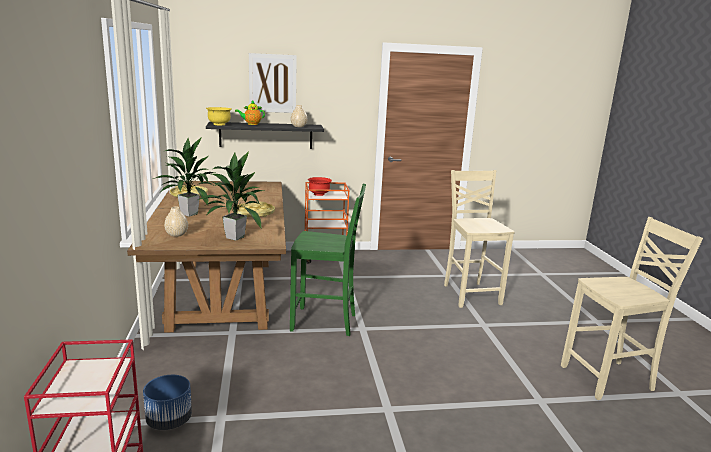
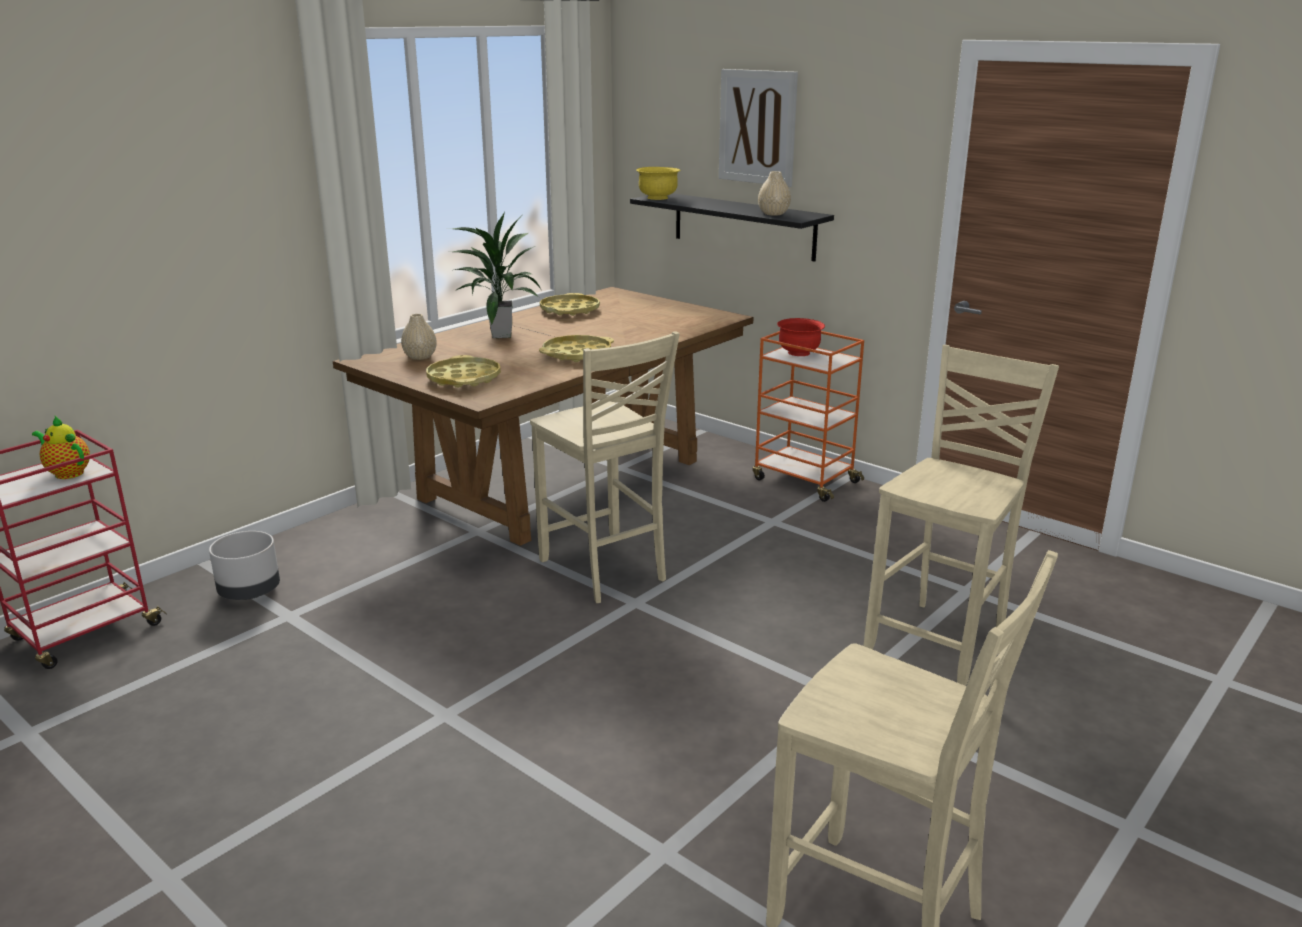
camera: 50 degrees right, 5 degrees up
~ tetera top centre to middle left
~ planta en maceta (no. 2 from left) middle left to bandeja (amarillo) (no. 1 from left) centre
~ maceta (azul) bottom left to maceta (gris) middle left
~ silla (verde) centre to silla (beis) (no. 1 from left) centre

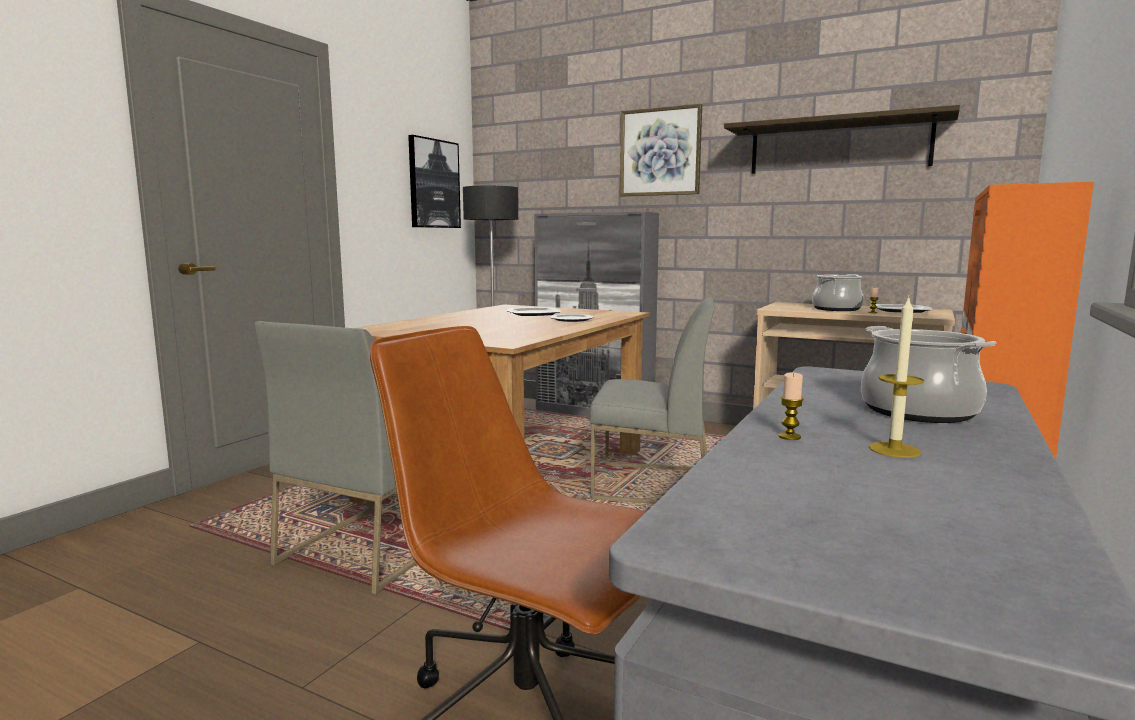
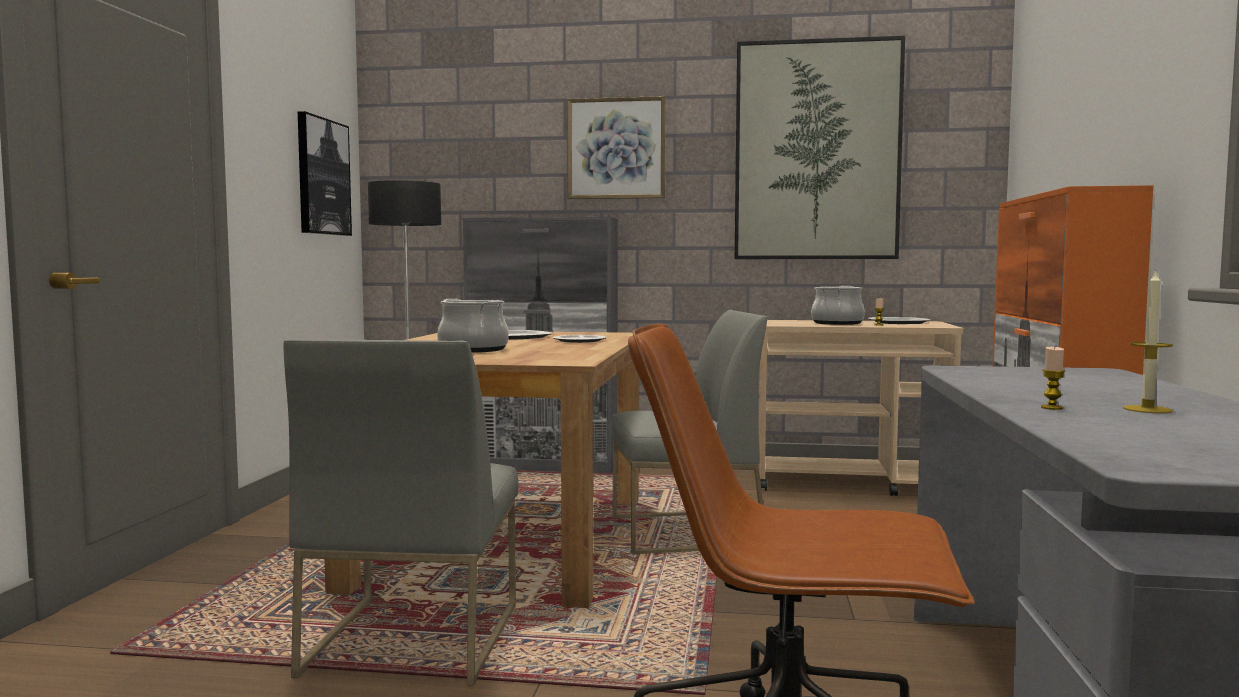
camera: 20 degrees left, 5 degrees down
~ olla (no. 2 from left in the first image) middle right to olla (no. 1 from left) centre
~ estante top right to cuadro (no. 3 from left) top centre

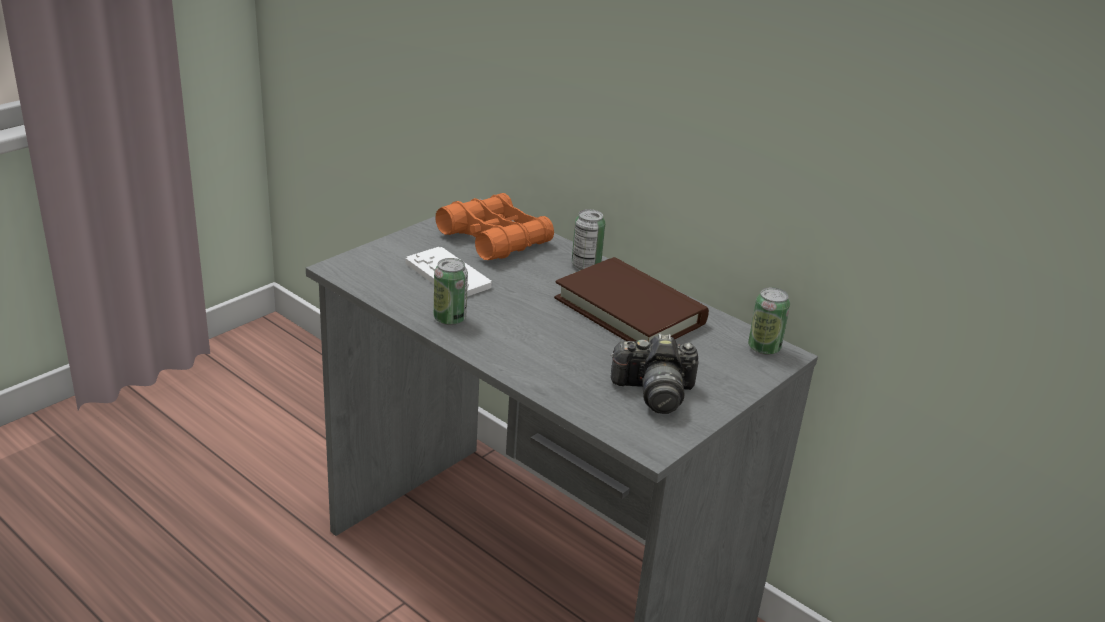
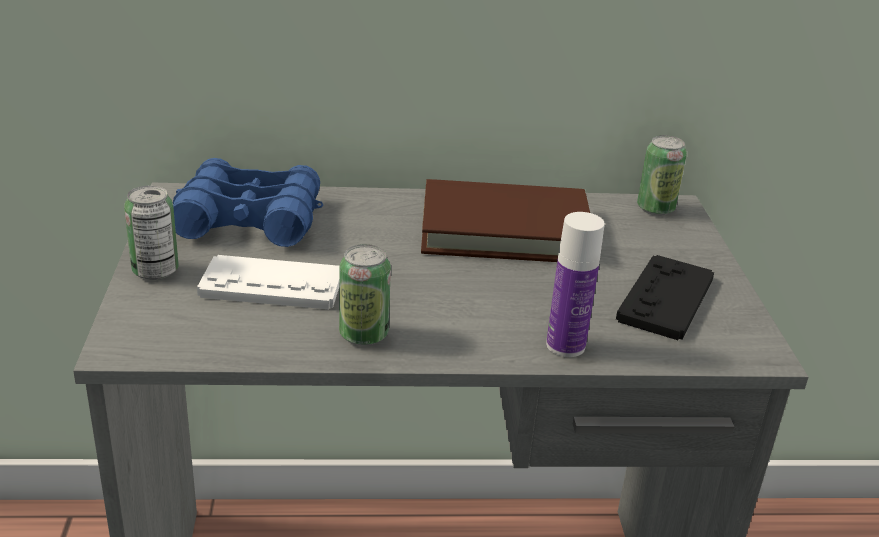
camera: 45 degrees left, 0 degrees up
+ botella centre
~ lata (no. 2 from left in the first image) centre to lata (no. 1 from left) middle left
~ cámara centre to mando de consola (negro) middle right
~ prismáticos (naranja) centre to prismáticos (azul) middle left

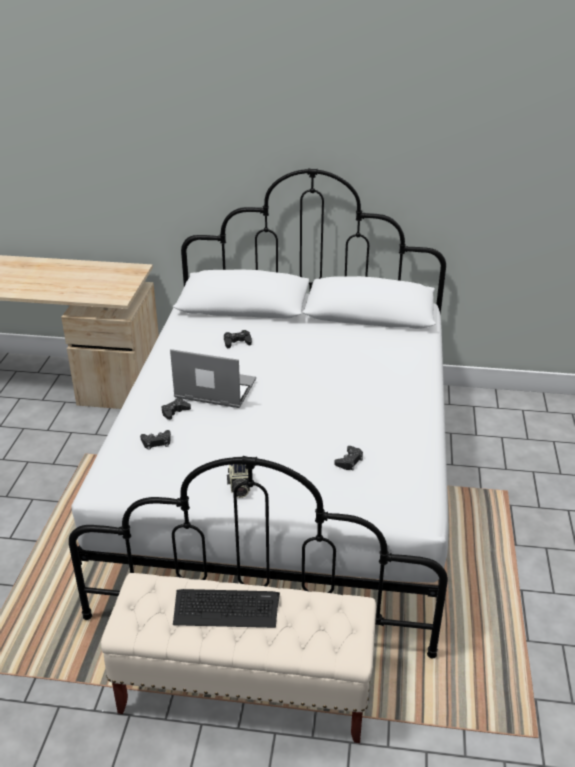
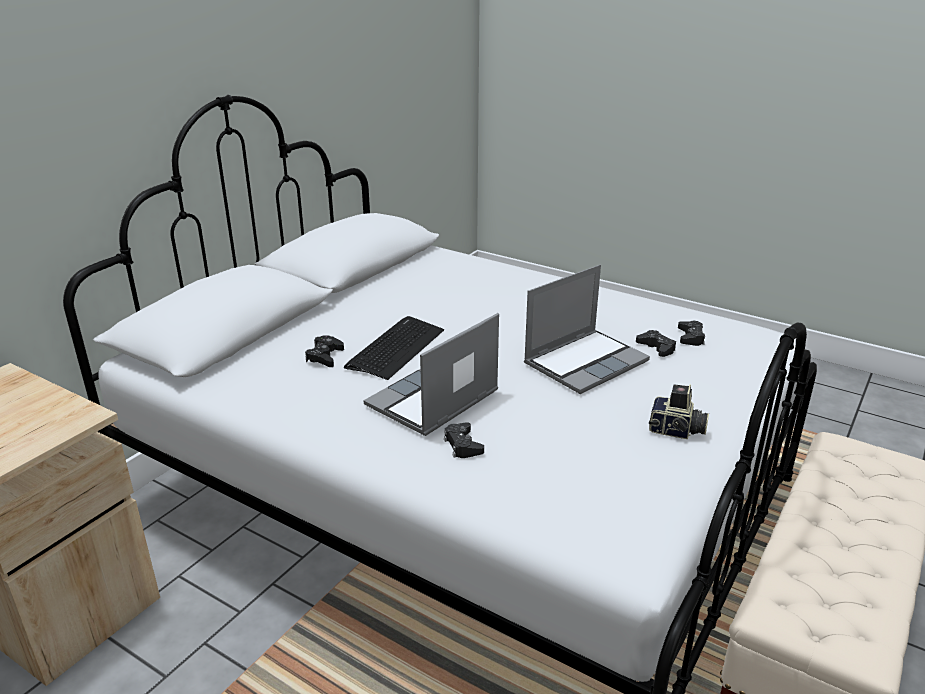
camera: 65 degrees left, 5 degrees down
+ portátil (no. 2 from left) centre
~ mando de consola (negro) (no. 1 from left in the first image) middle left to mando de consola (negro) (no. 4 from left) middle right
~ teclado bottom centre to centre

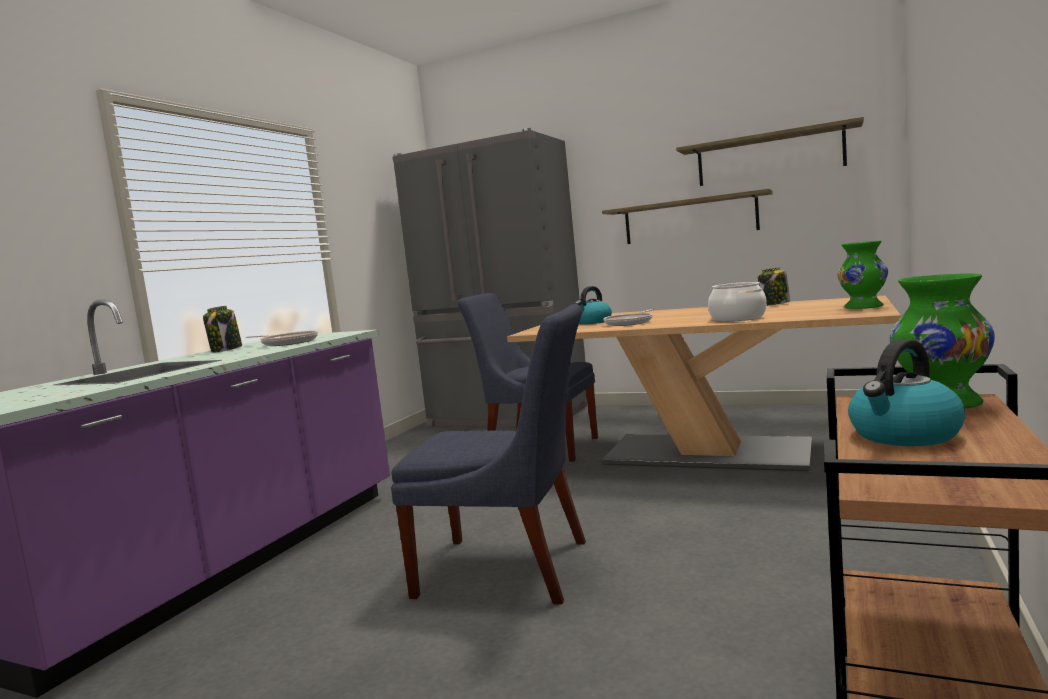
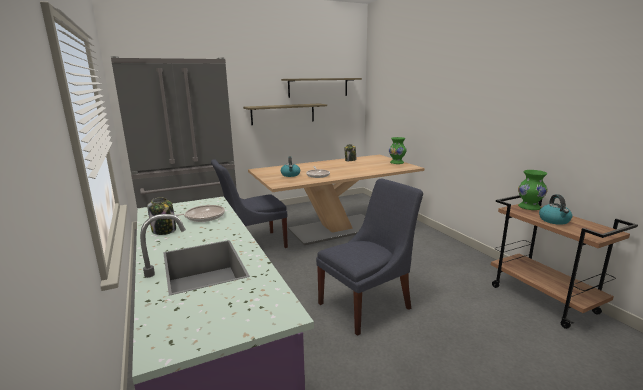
camera: 50 degrees left, 10 degrees up
- olla middle right

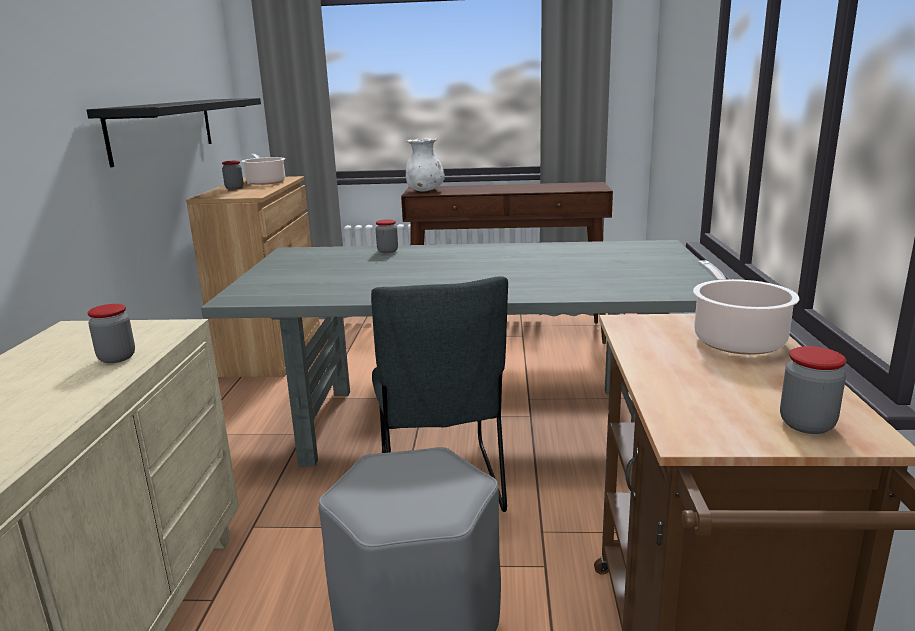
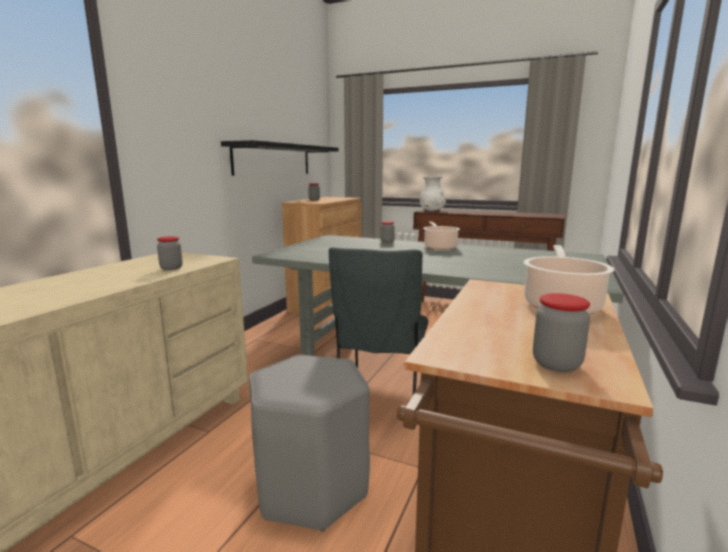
camera: 20 degrees right, 5 degrees down
~ olla (no. 1 from left) top left to centre

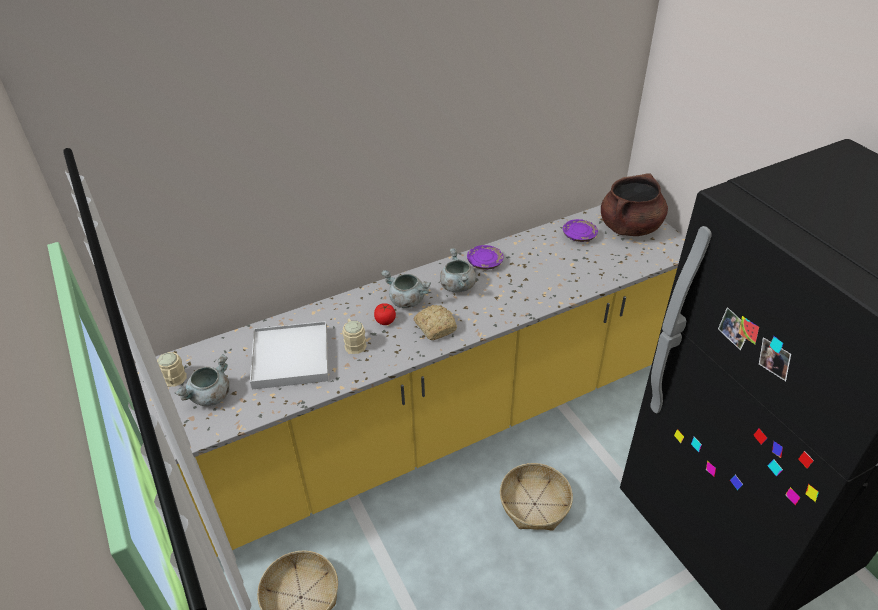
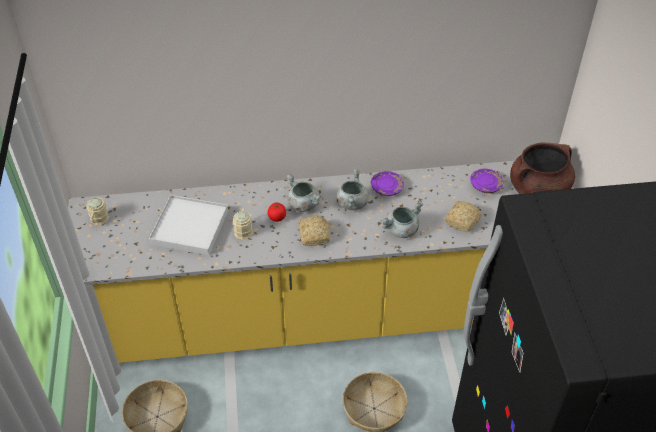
camera: 20 degrees right, 5 degrees up
+ pan (no. 2 from left) middle right
~ olla (gris) (no. 1 from left in the first image) middle left to olla (gris) (no. 3 from left) centre

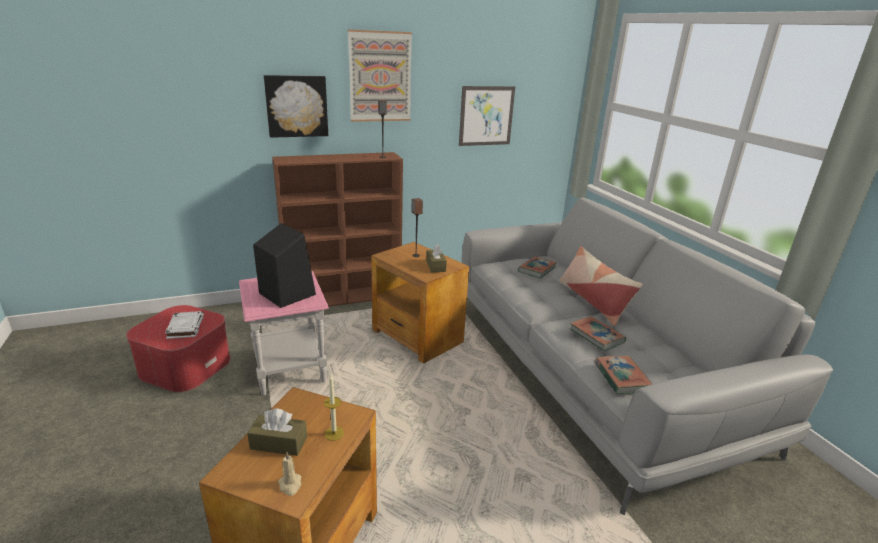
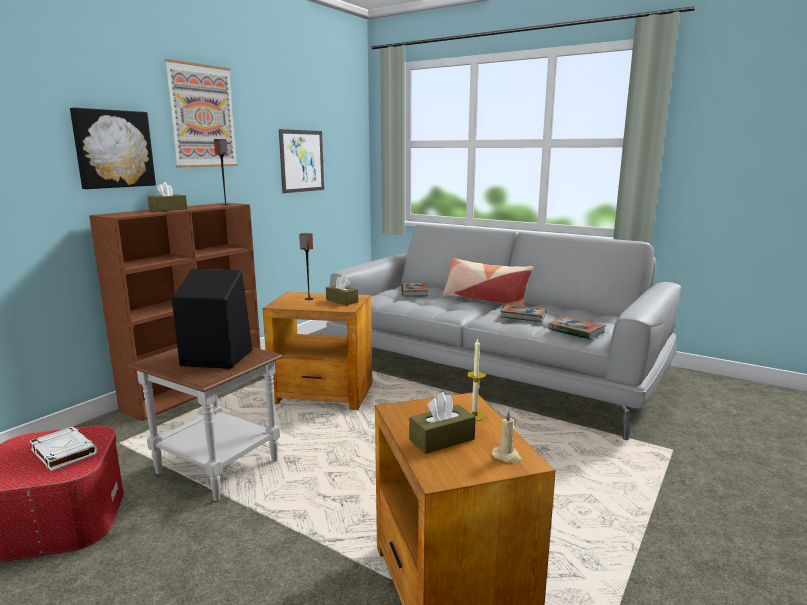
camera: 35 degrees left, 10 degrees down
+ caja de pañuelos (marrón) (no. 1 from left) top left
~ mesa auxiliar (rosa) middle left to mesa auxiliar (marrón) (no. 1 from left) bottom left

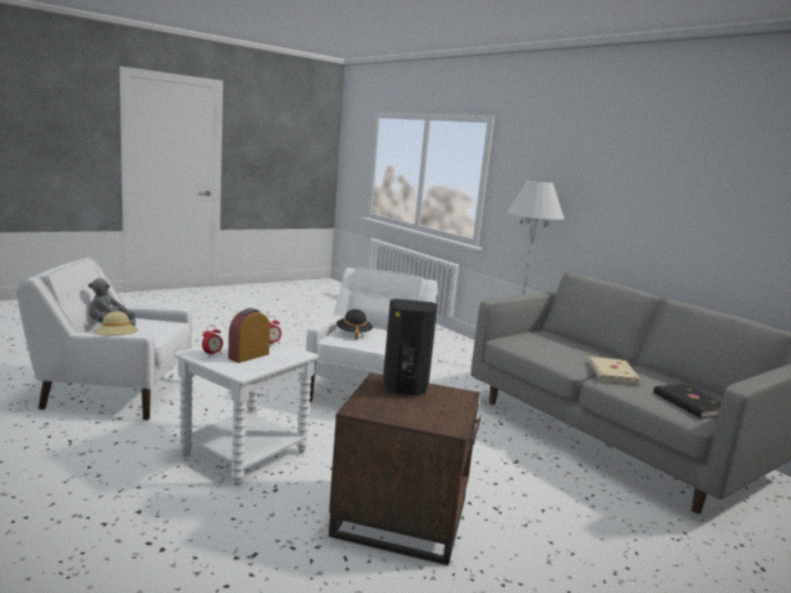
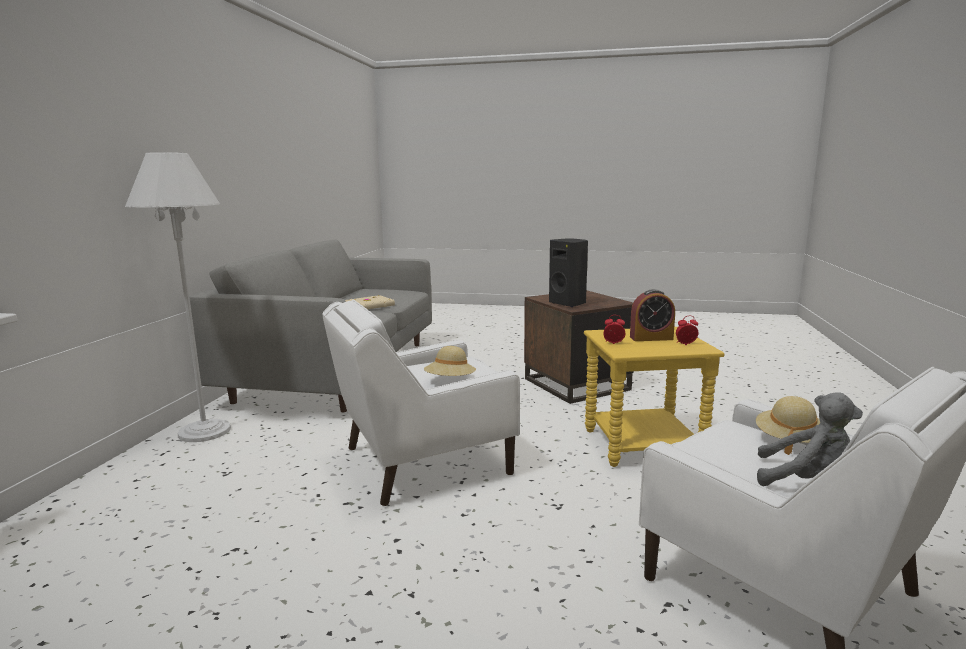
camera: 130 degrees left, 0 degrees up
- libro (negro) bottom right
~ mesa auxiliar (blanco) bottom left to mesa auxiliar (amarillo) middle right
~ sombrero (negro) centre to sombrero (beis) (no. 1 from left) centre

